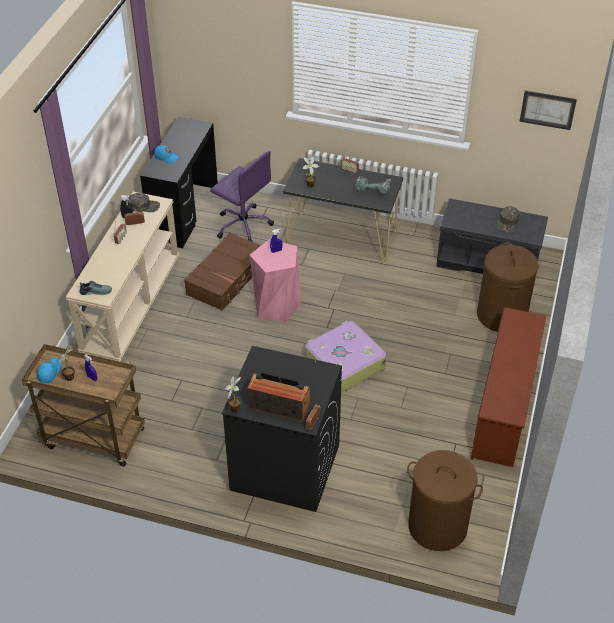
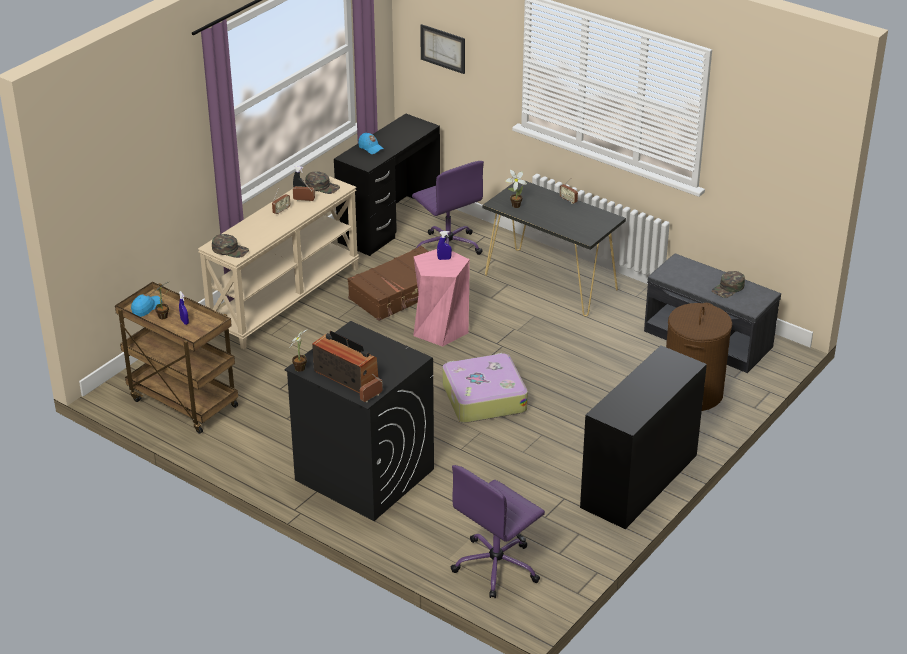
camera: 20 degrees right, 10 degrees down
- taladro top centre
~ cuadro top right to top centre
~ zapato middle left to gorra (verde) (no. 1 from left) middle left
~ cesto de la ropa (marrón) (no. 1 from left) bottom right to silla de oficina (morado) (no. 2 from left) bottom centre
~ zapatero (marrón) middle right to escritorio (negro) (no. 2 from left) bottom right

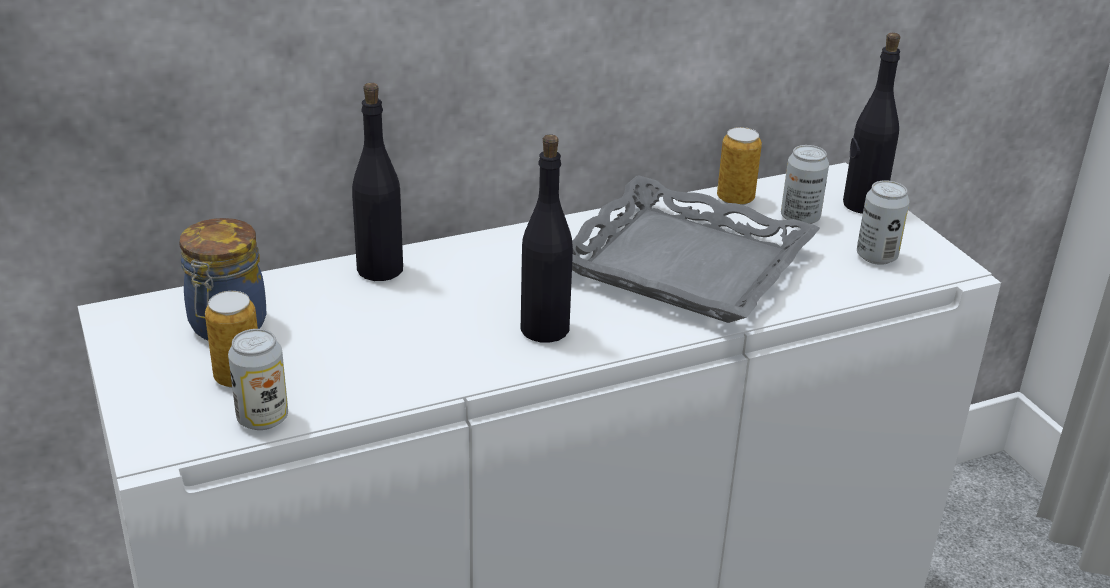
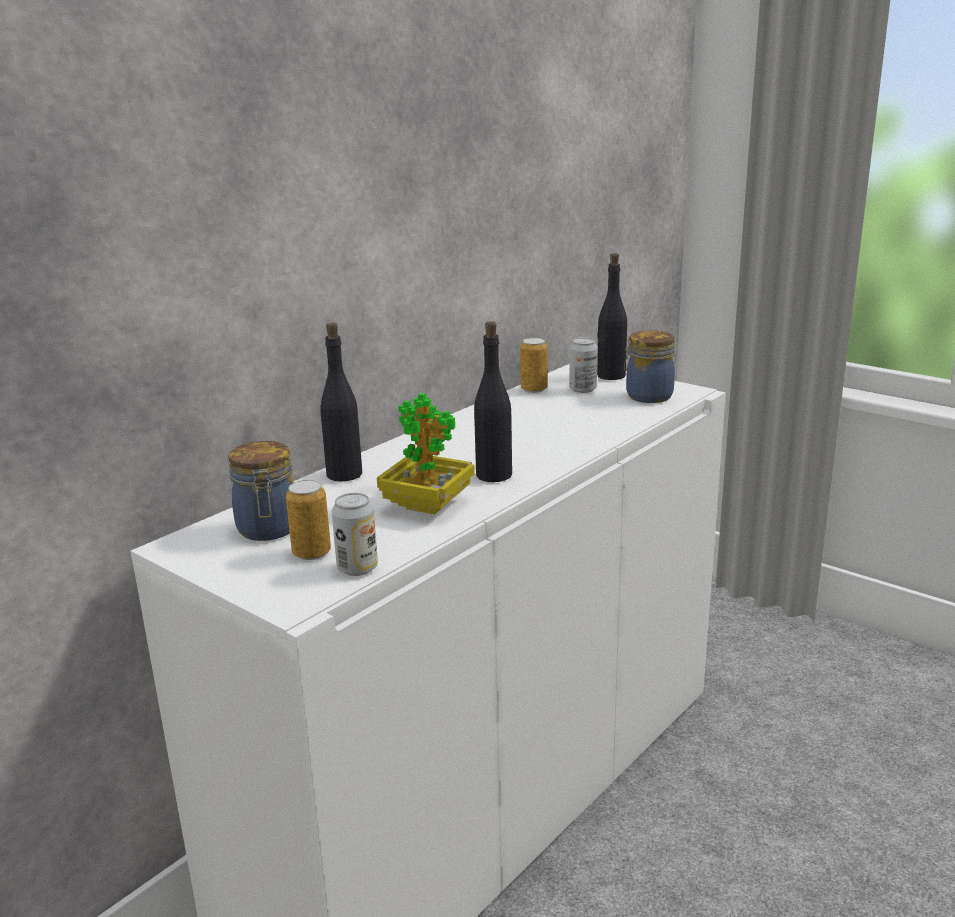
camera: 25 degrees left, 10 degrees down
- bandeja (gris) centre
+ planta en maceta centre
~ lata (no. 5 from left) middle right to tarro (no. 2 from left) middle right

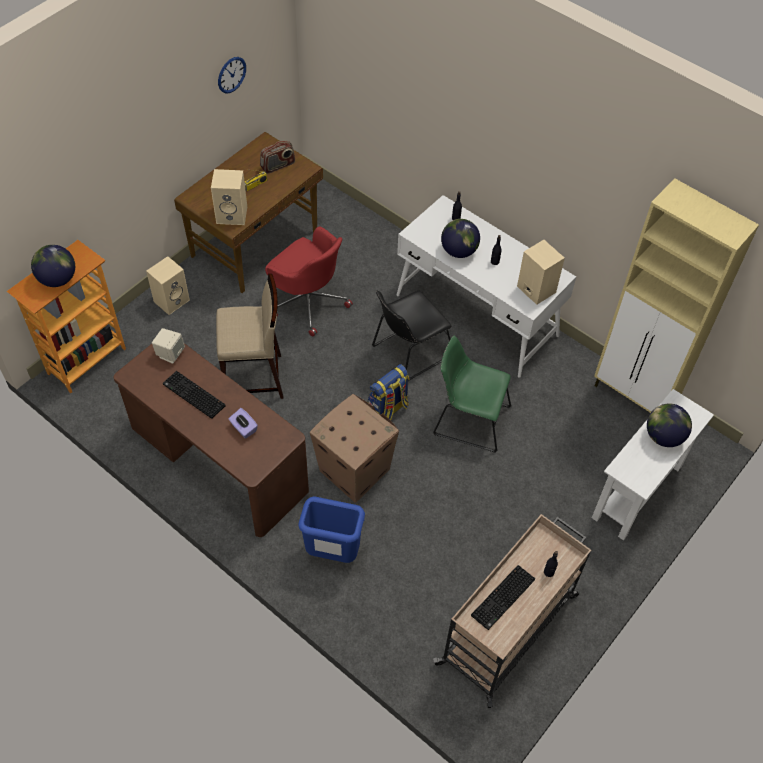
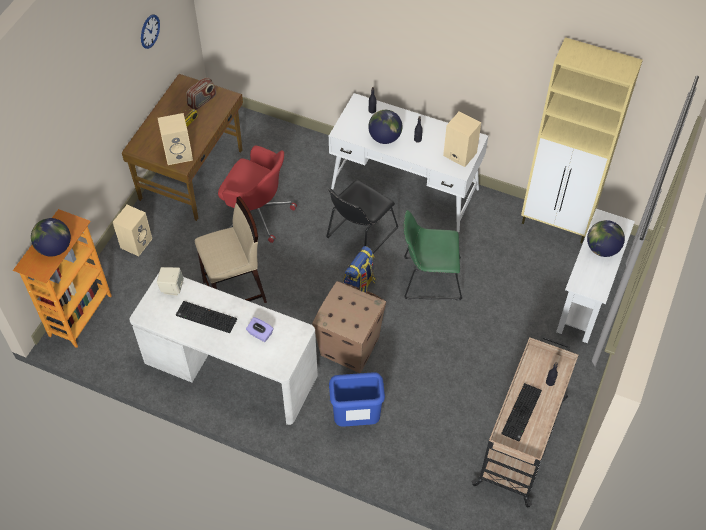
camera: 15 degrees left, 0 degrees up
~ escritorio (marrón) (no. 1 from left) middle left to escritorio (blanco) (no. 1 from left) middle left

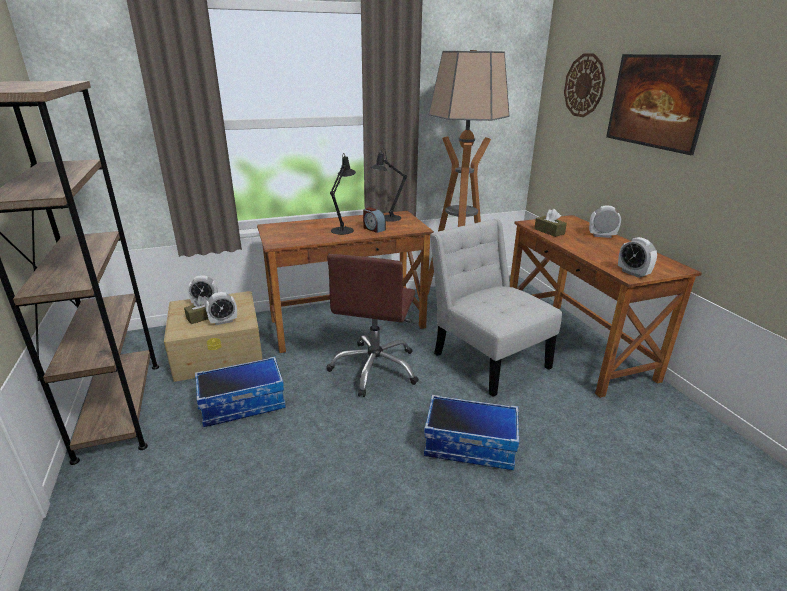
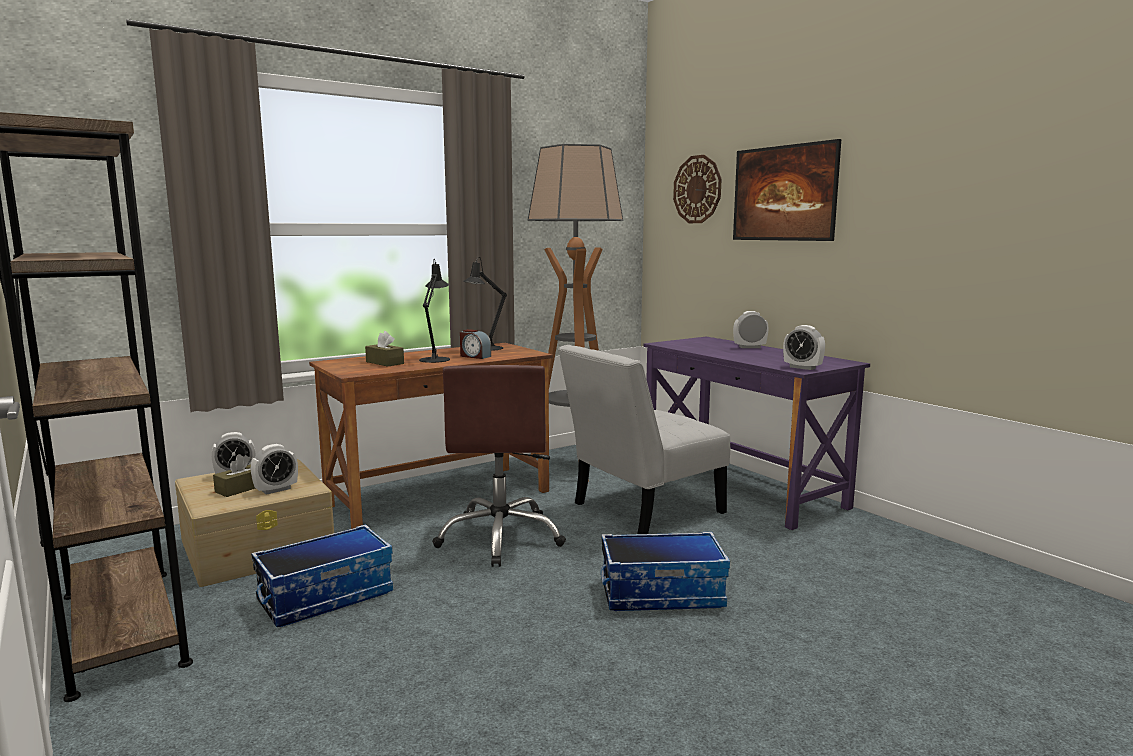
camera: 15 degrees left, 15 degrees down
~ caja de pañuelos (marrón) (no. 2 from left) middle right to centre
~ escritorio (marrón) (no. 2 from left) middle right to escritorio (morado) middle right
~ silla (blanco) centre = centre 75 degrees counterclockwise

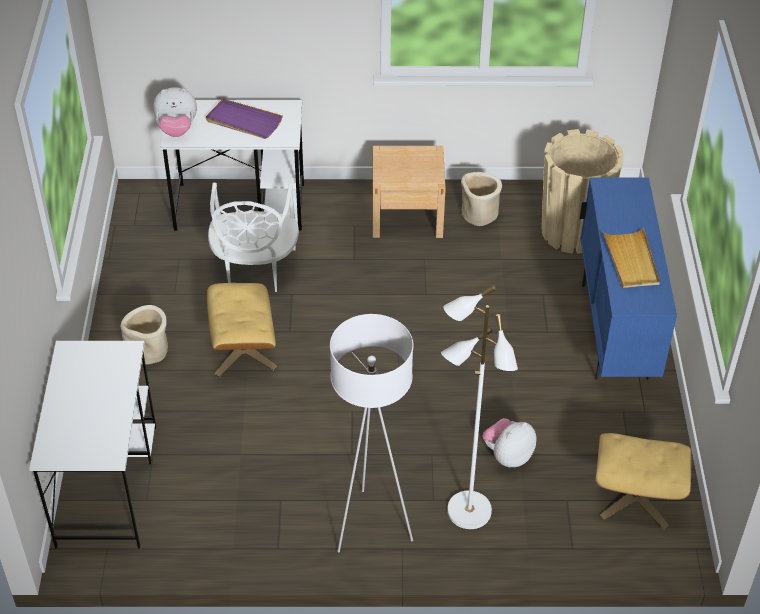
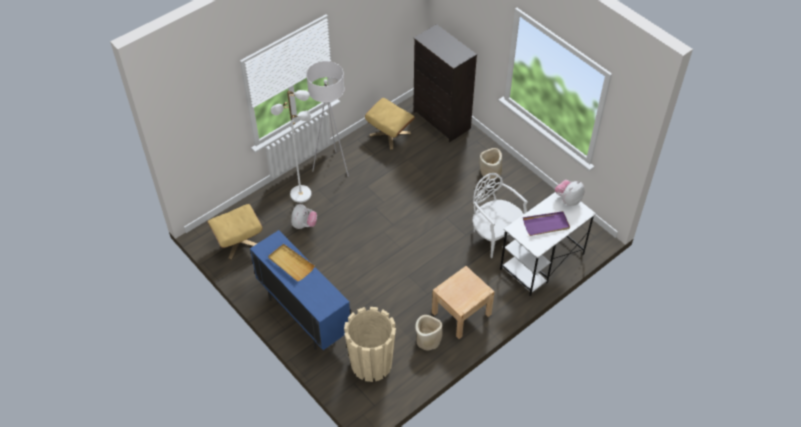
camera: 140 degrees right, 5 degrees up
~ puf (beis) (no. 1 from left in the first image) middle left to puf (beis) (no. 2 from left) top centre
~ escritorio (blanco) (no. 1 from left) bottom left to cómoda (negro) top centre

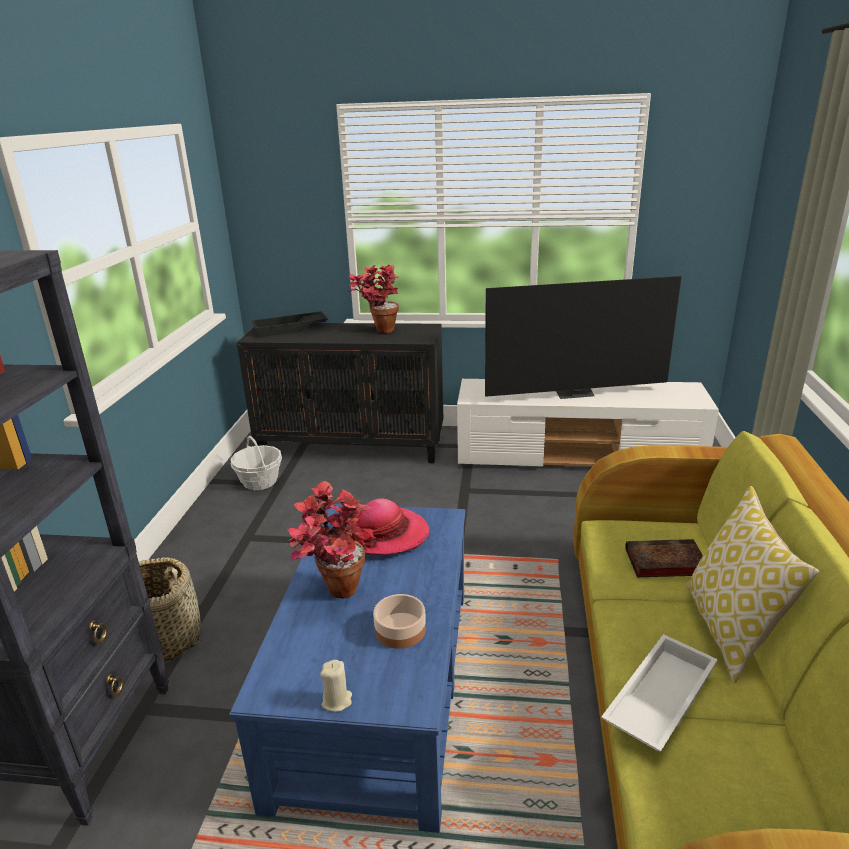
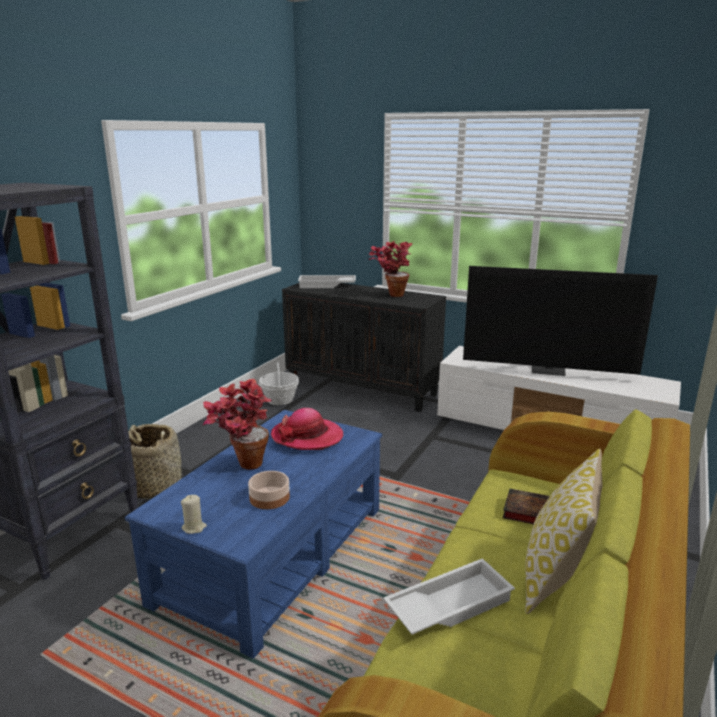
camera: 20 degrees right, 5 degrees down
~ bandeja (negro) centre to bandeja (blanco) (no. 1 from left) centre

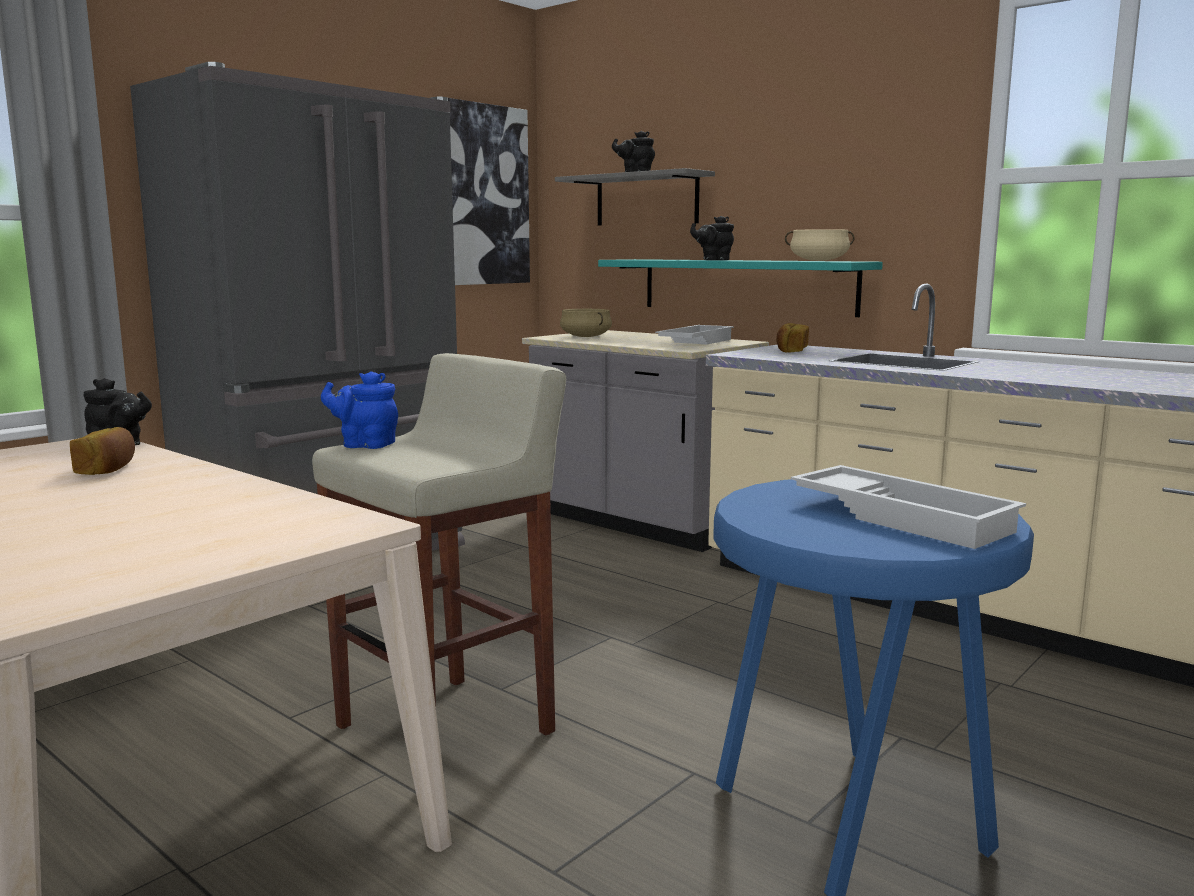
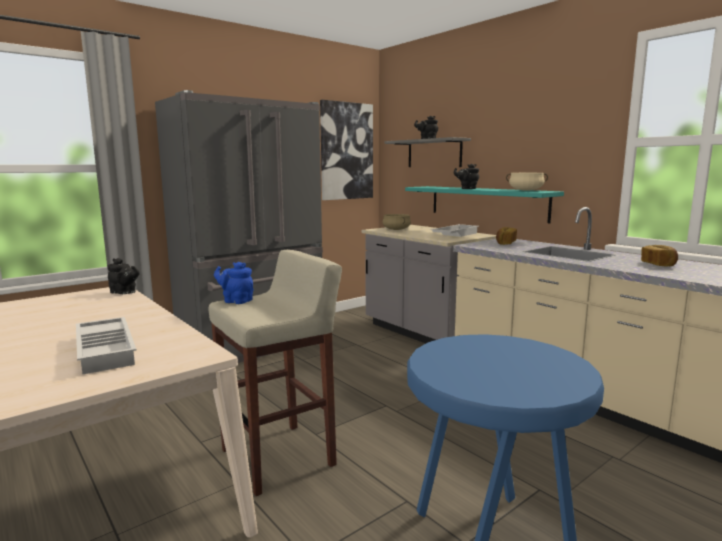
camera: 10 degrees right, 0 degrees up
~ pan (no. 1 from left in the first image) middle left to pan (no. 2 from left) middle right
~ bandeja (blanco) (no. 2 from left in the first image) middle right to bandeja (blanco) (no. 1 from left) middle left

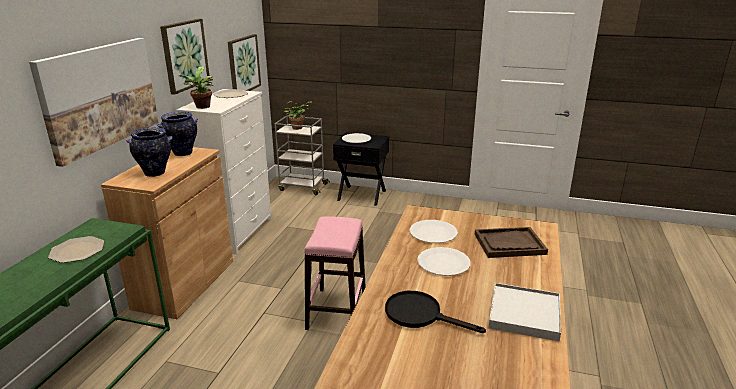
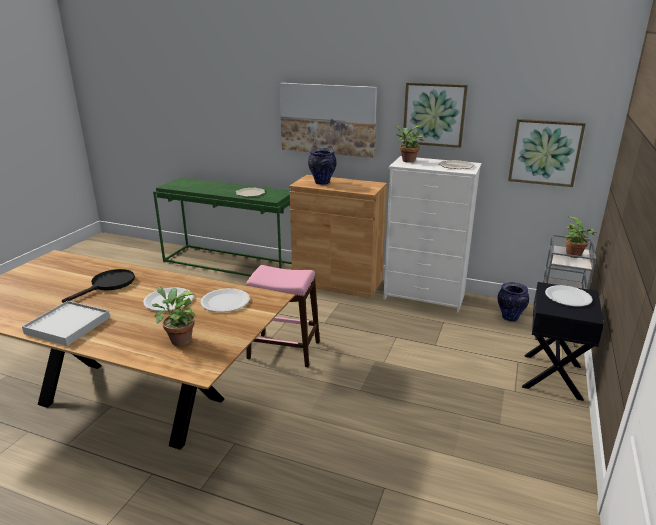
camera: 95 degrees right, 0 degrees up
~ florero (no. 2 from left) middle left to middle right
~ bandeja (marrón) middle right to planta en maceta (no. 1 from left) middle left

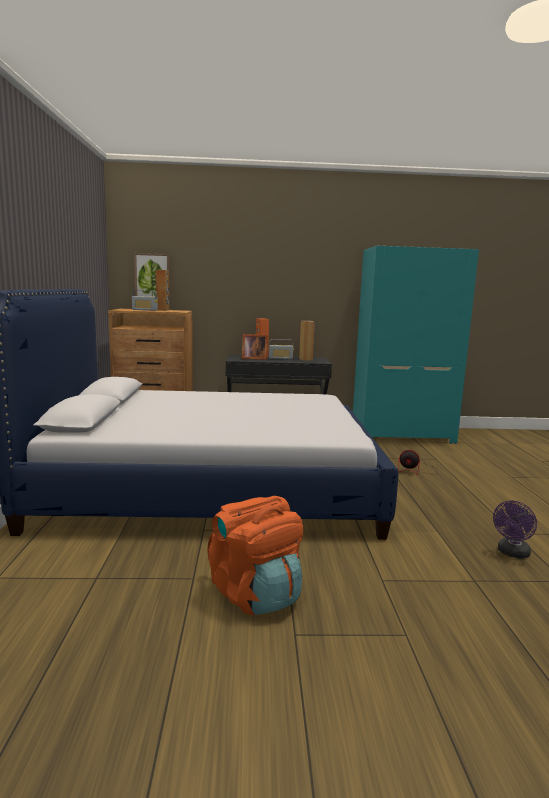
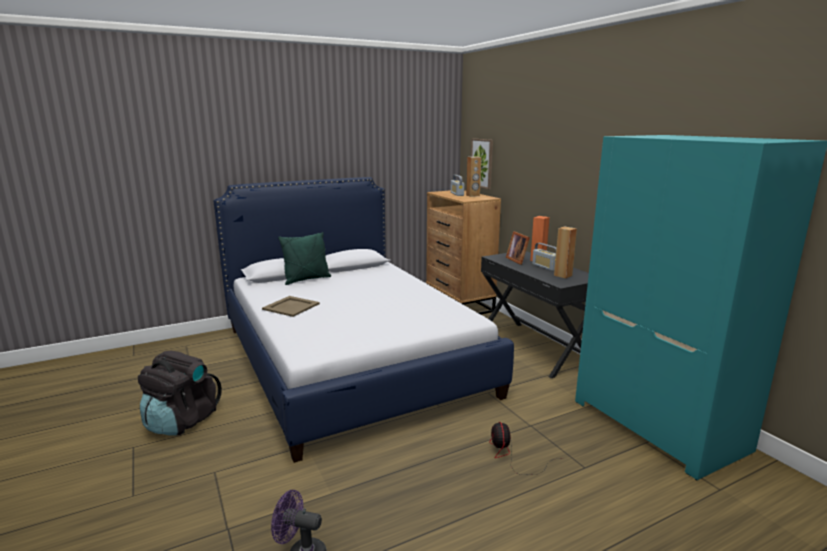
camera: 65 degrees right, 5 degrees up
+ bandeja (beis) centre
+ cojín (verde) centre
~ mochila (naranja) bottom centre to mochila (negro) bottom left

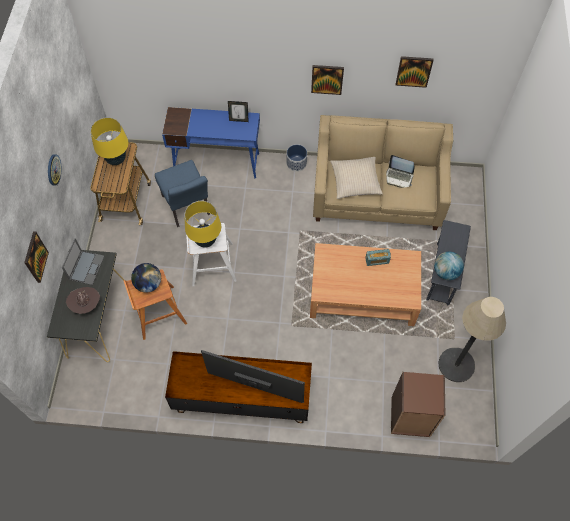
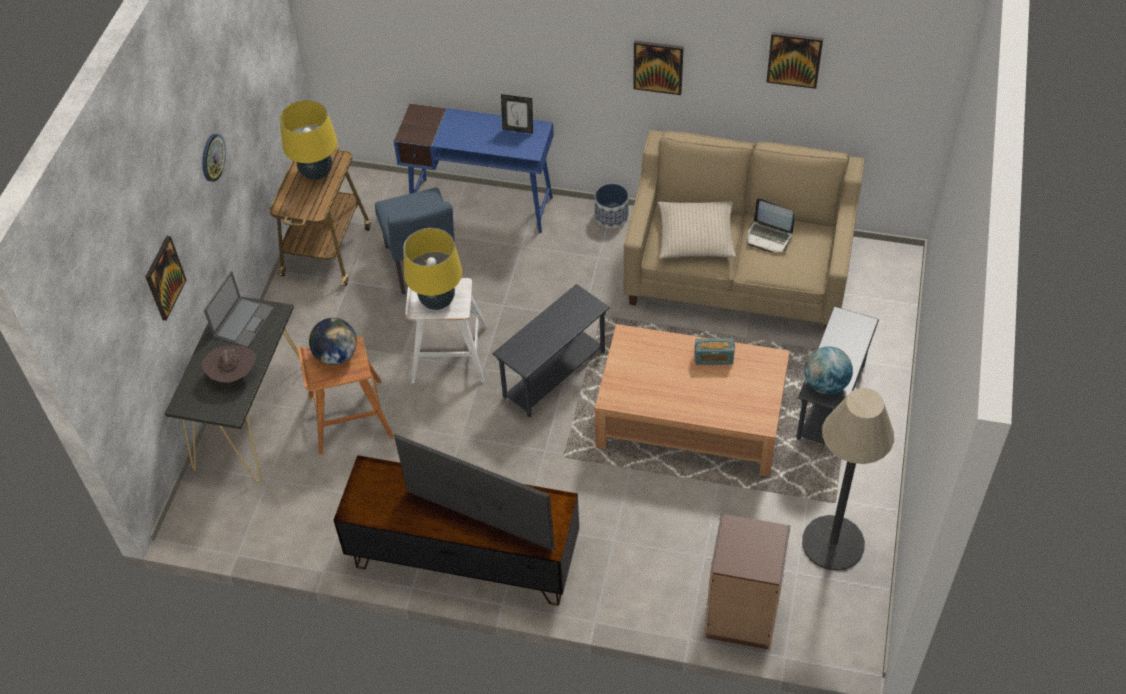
camera: 10 degrees right, 10 degrees down
+ mesa auxiliar (gris) (no. 1 from left) centre

